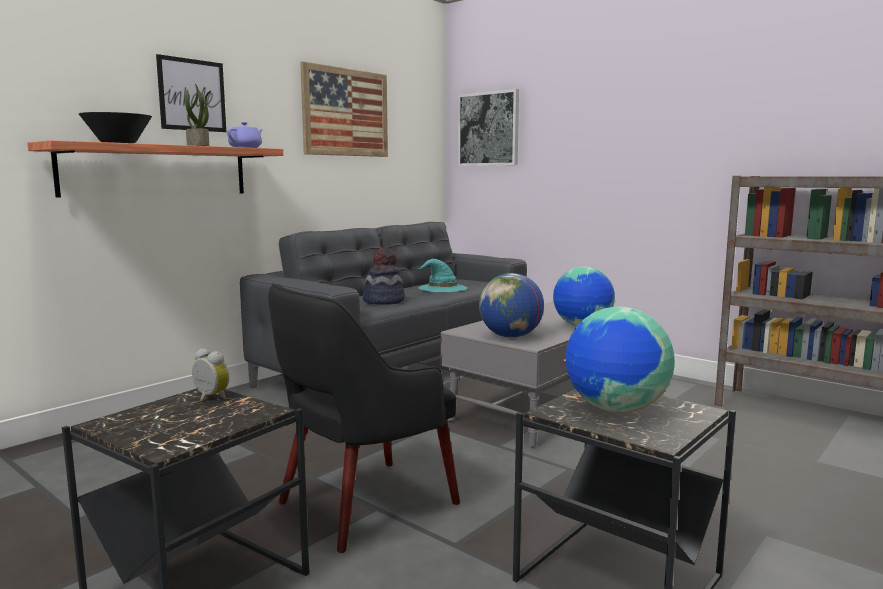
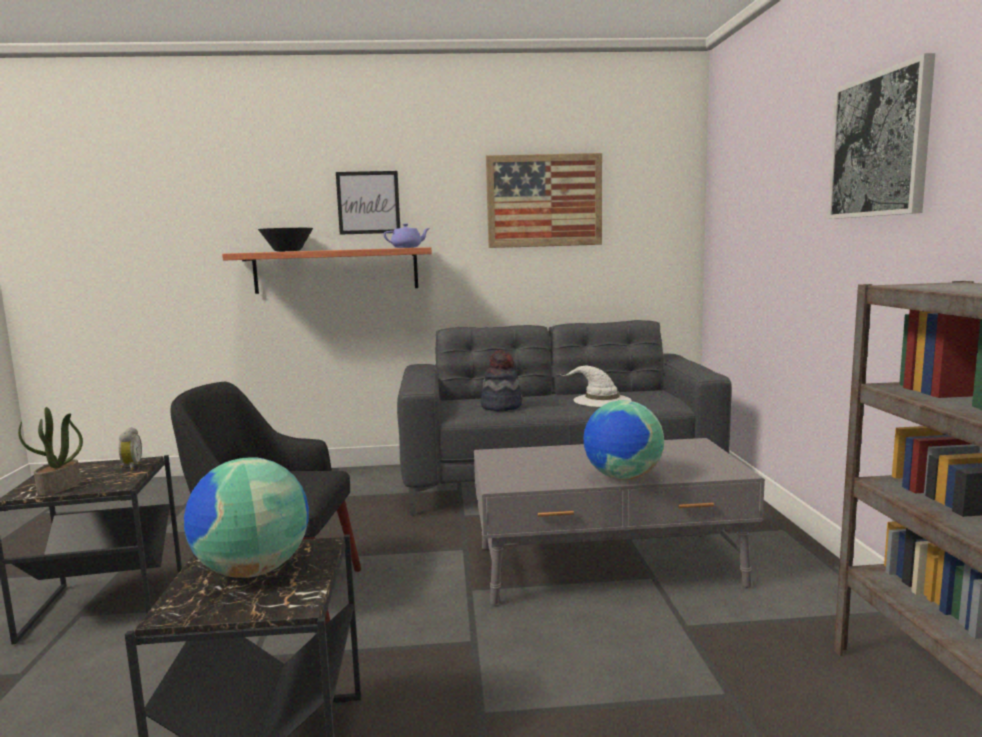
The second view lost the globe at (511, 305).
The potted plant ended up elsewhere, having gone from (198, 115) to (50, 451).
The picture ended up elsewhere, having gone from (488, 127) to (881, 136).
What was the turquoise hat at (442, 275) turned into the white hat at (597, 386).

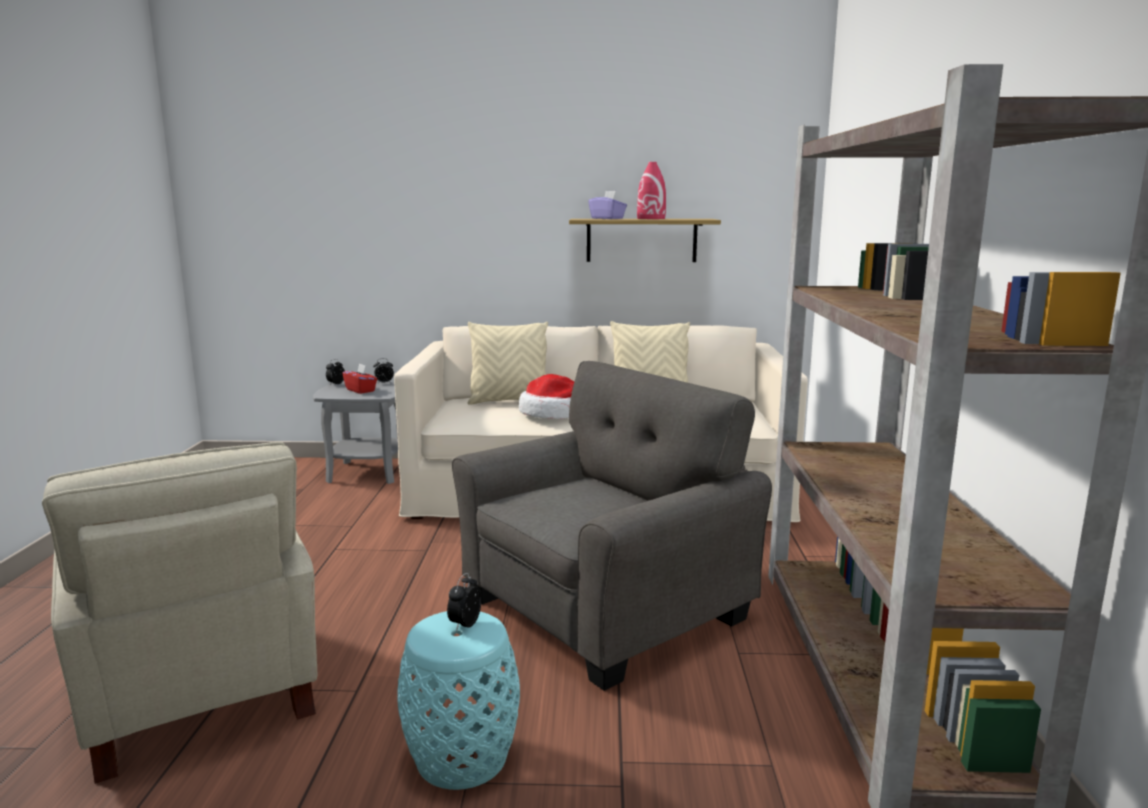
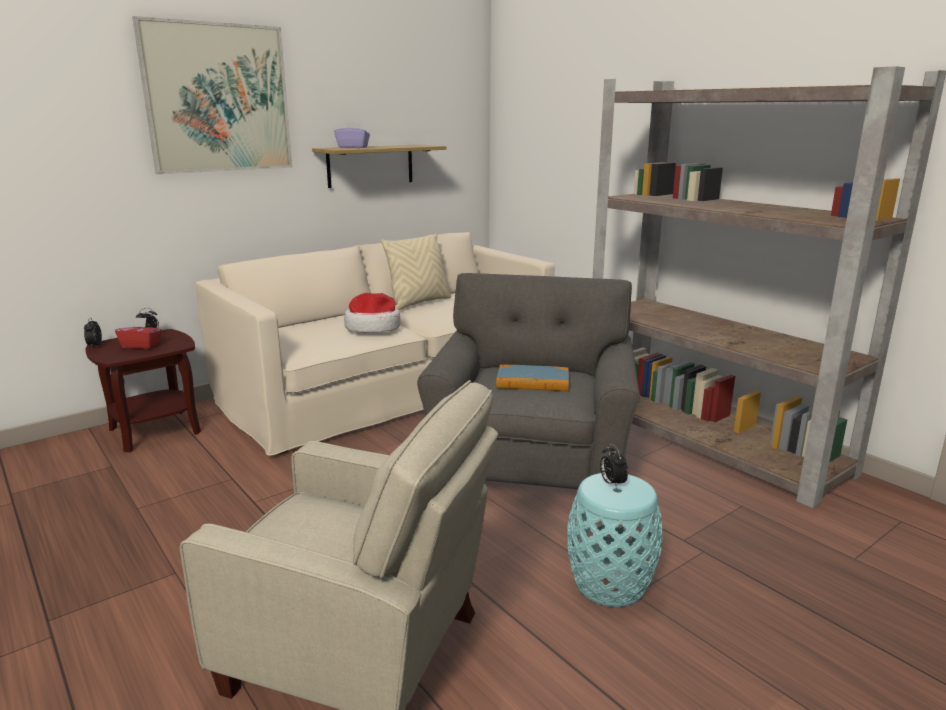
The second view lost the beige pillow at (508, 363).
The second view lost the red vase at (651, 190).
The second view gained the picture at (212, 95).
The second view gained the book at (532, 377).
What was the grey side table at (355, 433) turned into the brown side table at (143, 390).

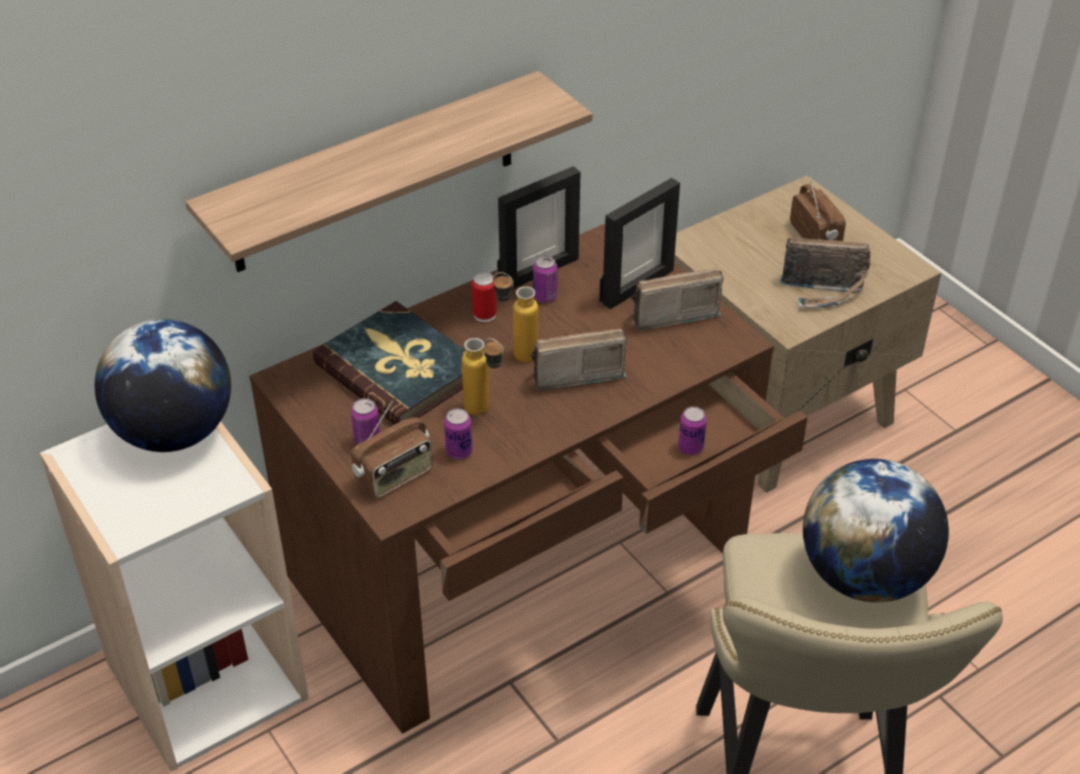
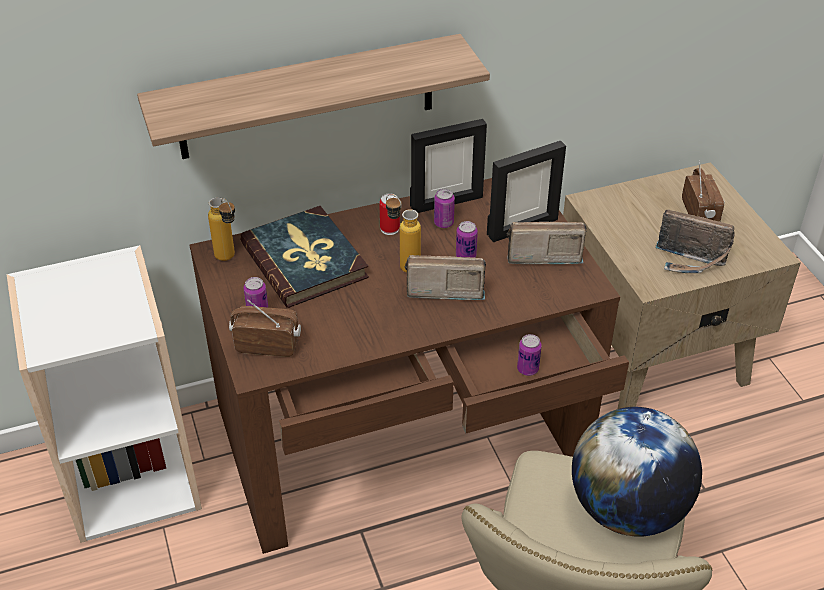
The second view lost the globe at (163, 385).
The can ended up elsewhere, having gone from (458, 433) to (467, 239).
The bottle ended up elsewhere, having gone from (483, 376) to (221, 229).
The radio at (392, 449) ended up facing another way, 150 degrees counterclockwise from before.

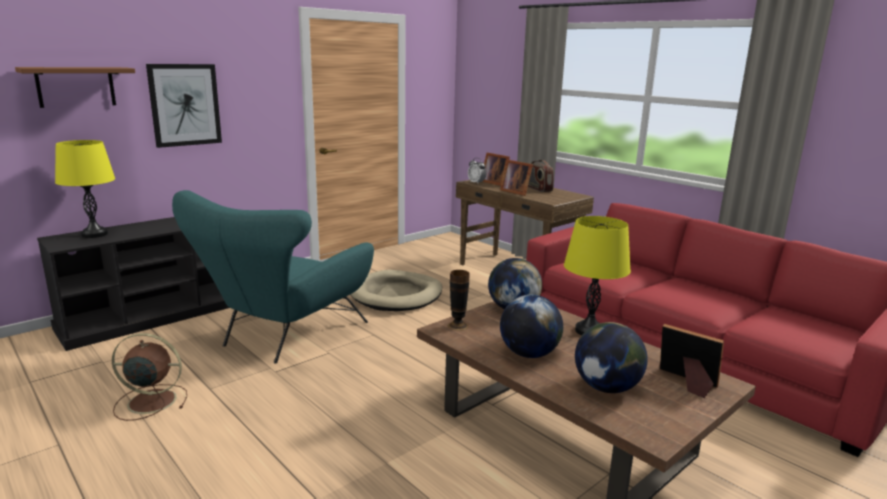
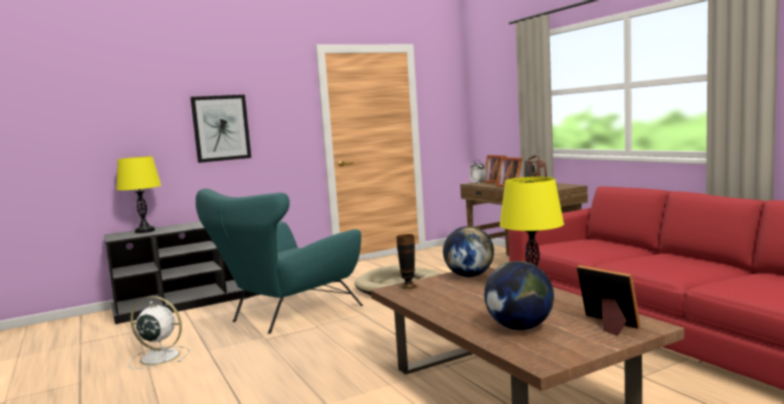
The second view lost the brown shelf at (75, 87).
The second view lost the globe at (531, 326).
What was the brown fan at (149, 377) turned into the white fan at (158, 332).

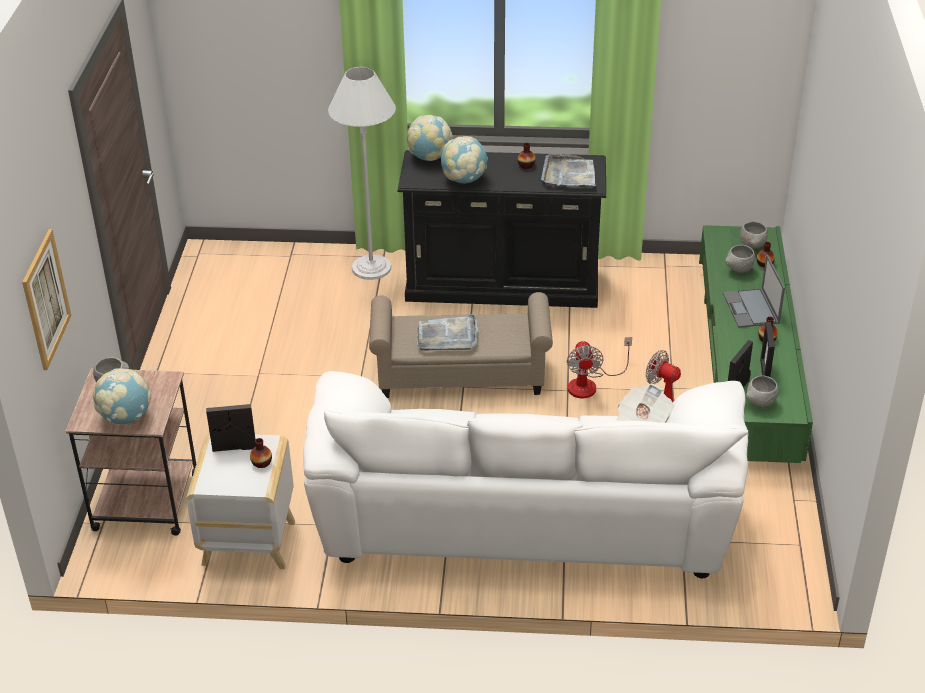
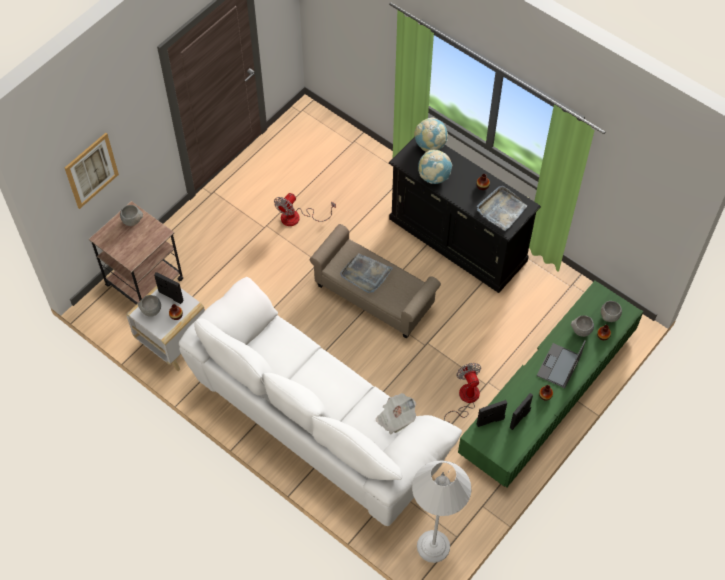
The second view lost the globe at (122, 396).
The white floor lamp ended up elsewhere, having gone from (362, 173) to (441, 511).
The fan ended up elsewhere, having gone from (599, 367) to (305, 209).
The grey bowl ended up elsewhere, having gone from (762, 391) to (149, 306).

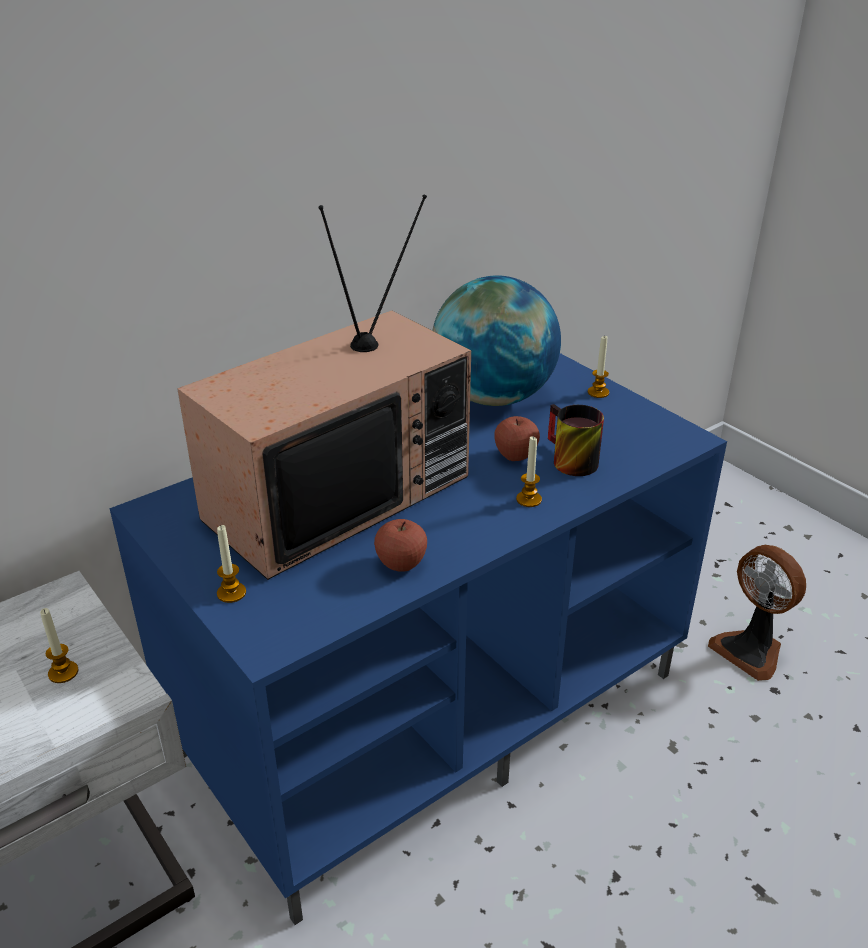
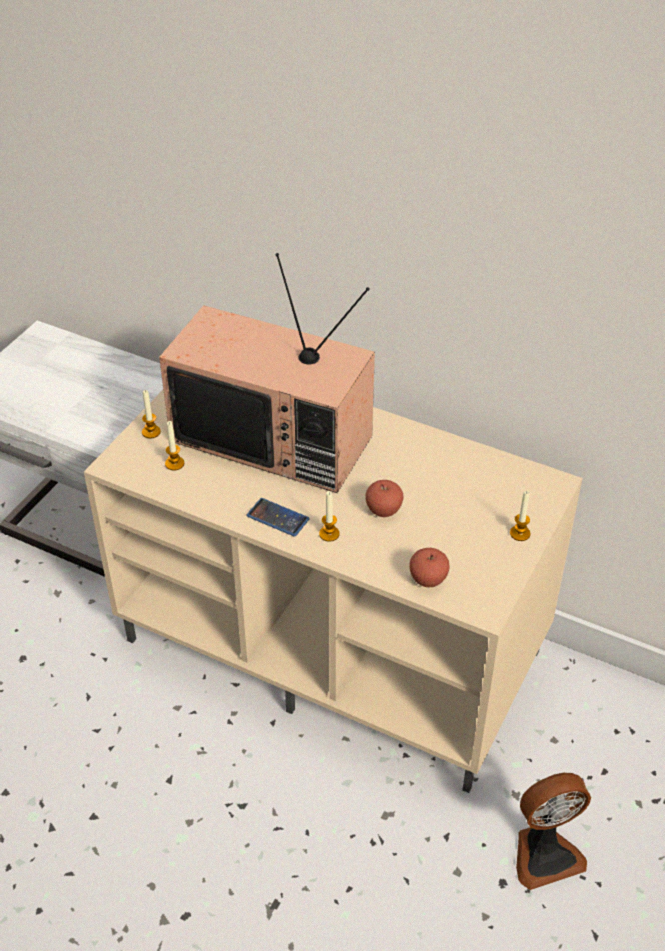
The second view lost the globe at (496, 340).
The second view lost the mug at (576, 440).
The second view gained the phone at (277, 517).
The candle ended up elsewhere, having gone from (59, 645) to (174, 446).
The apple ended up elsewhere, having gone from (400, 545) to (429, 567).
What was the blue tv stand at (418, 639) turned into the beige tv stand at (333, 591).
The fan at (757, 613) ended up facing another way, 135 degrees counterclockwise from before.

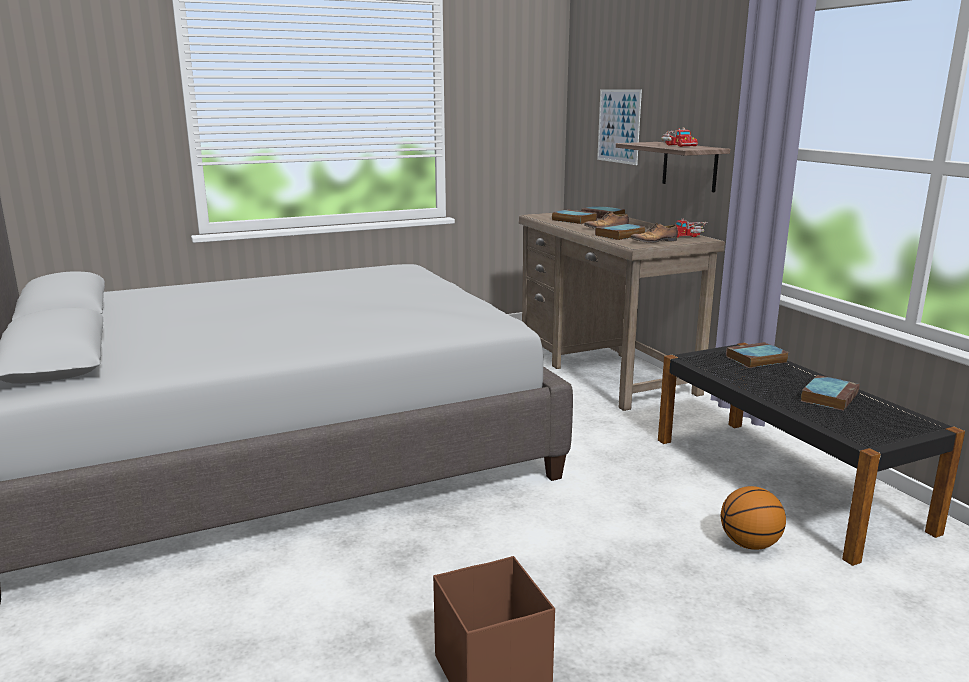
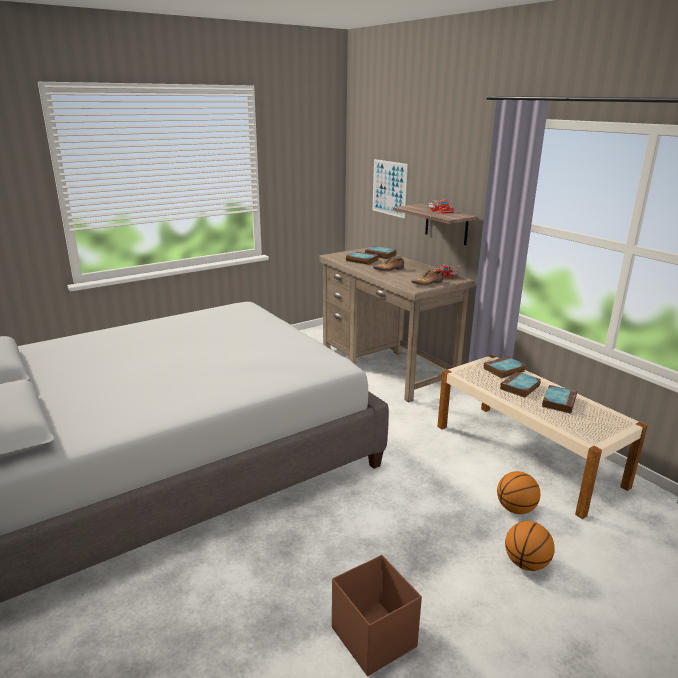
The second view gained the basketball at (530, 546).
The book ended up elsewhere, having gone from (620, 231) to (520, 385).
What was the black bench at (811, 454) turned into the beige bench at (542, 436).

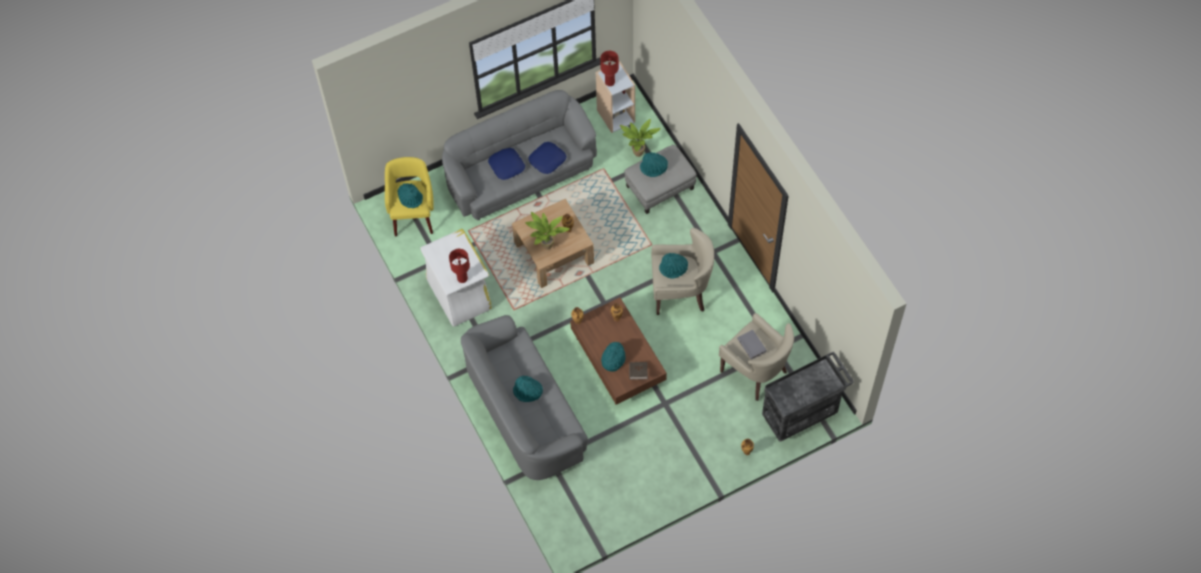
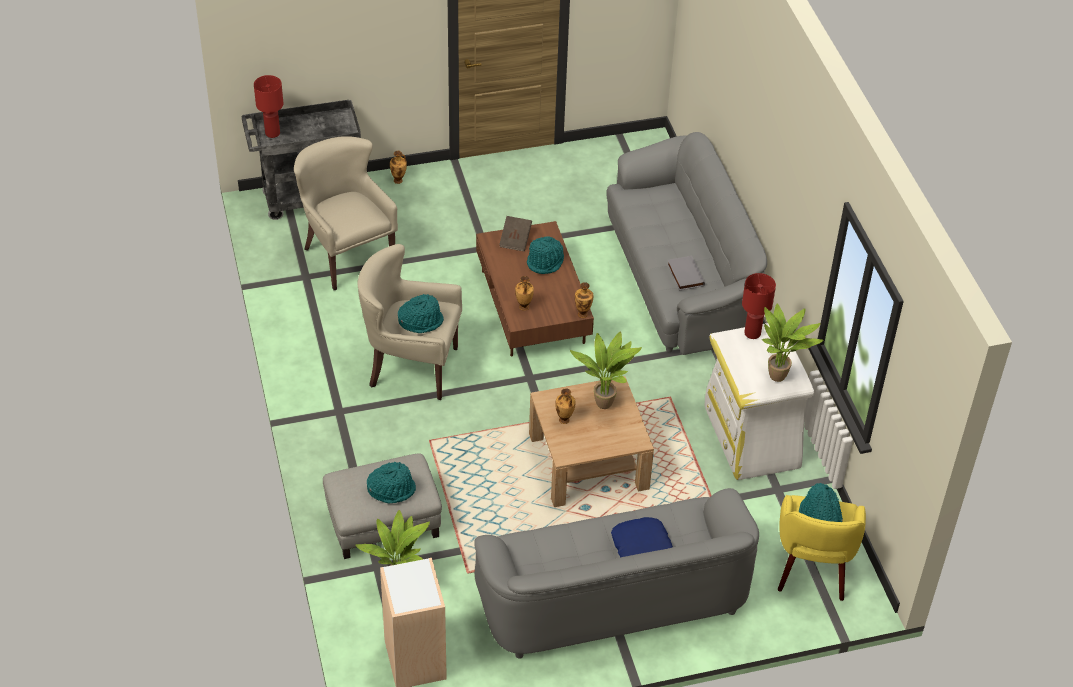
The second view lost the turquoise hat at (528, 389).
The second view lost the blue pillow at (547, 158).
The second view gained the potted plant at (792, 343).
The red table lamp ended up elsewhere, having gone from (609, 68) to (269, 106).
The grey book ended up elsewhere, having gone from (751, 345) to (686, 273).

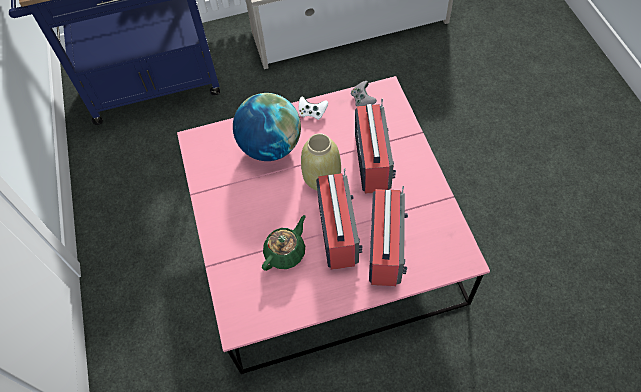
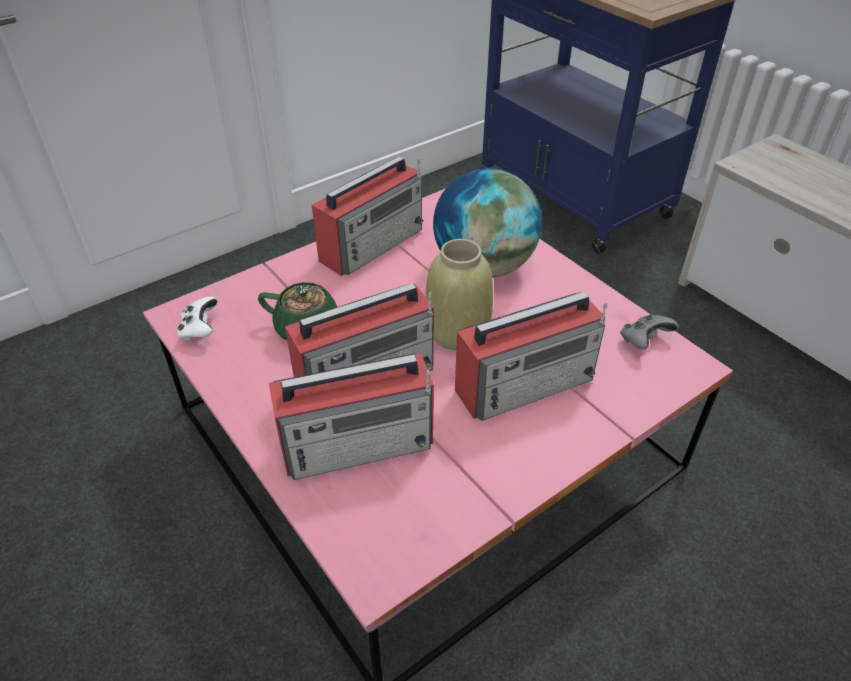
The second view gained the radio at (367, 216).
The white game controller ended up elsewhere, having gone from (313, 108) to (197, 319).

